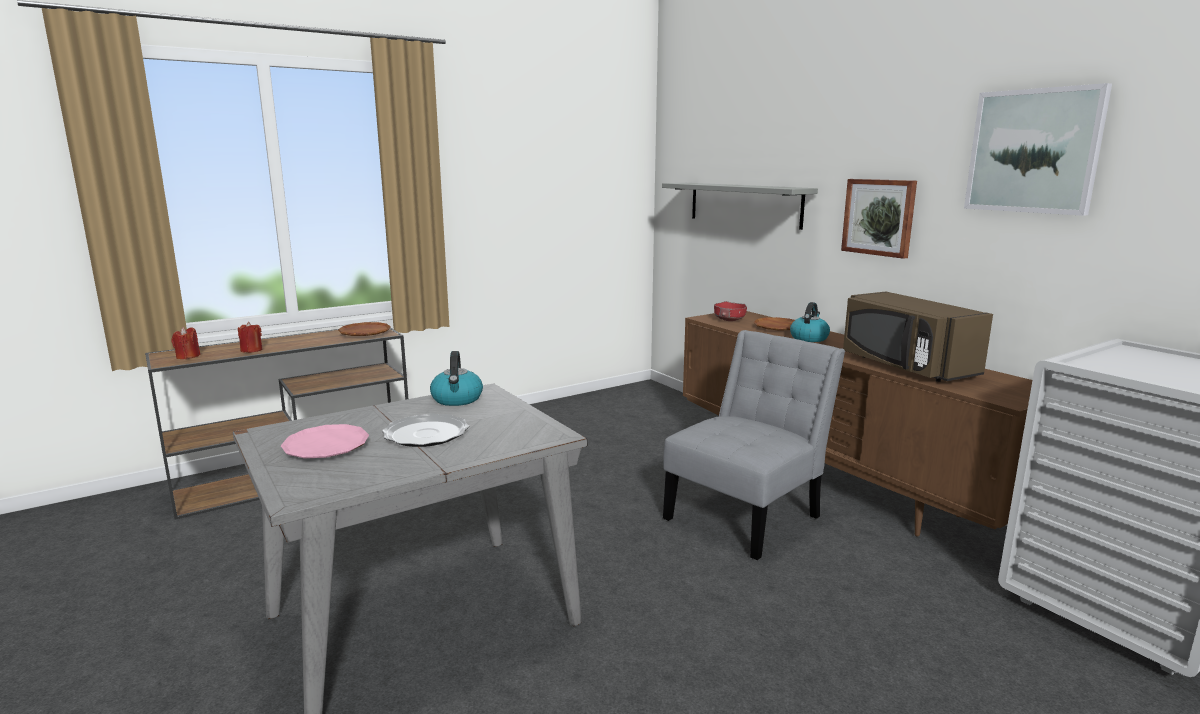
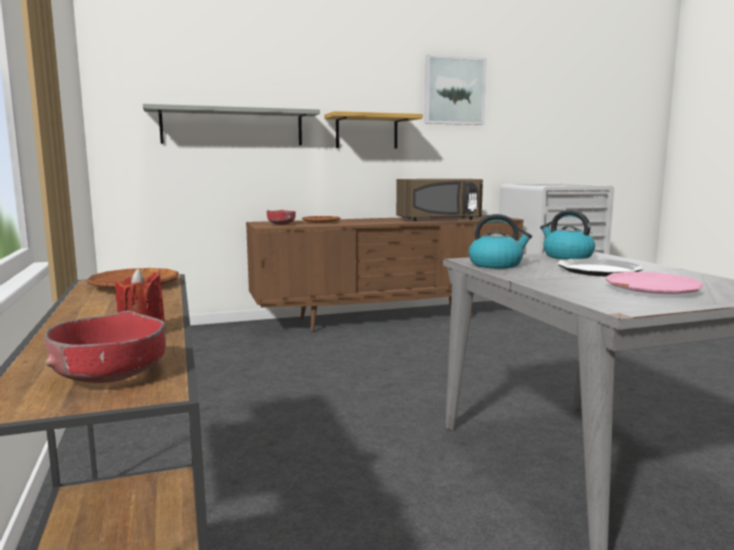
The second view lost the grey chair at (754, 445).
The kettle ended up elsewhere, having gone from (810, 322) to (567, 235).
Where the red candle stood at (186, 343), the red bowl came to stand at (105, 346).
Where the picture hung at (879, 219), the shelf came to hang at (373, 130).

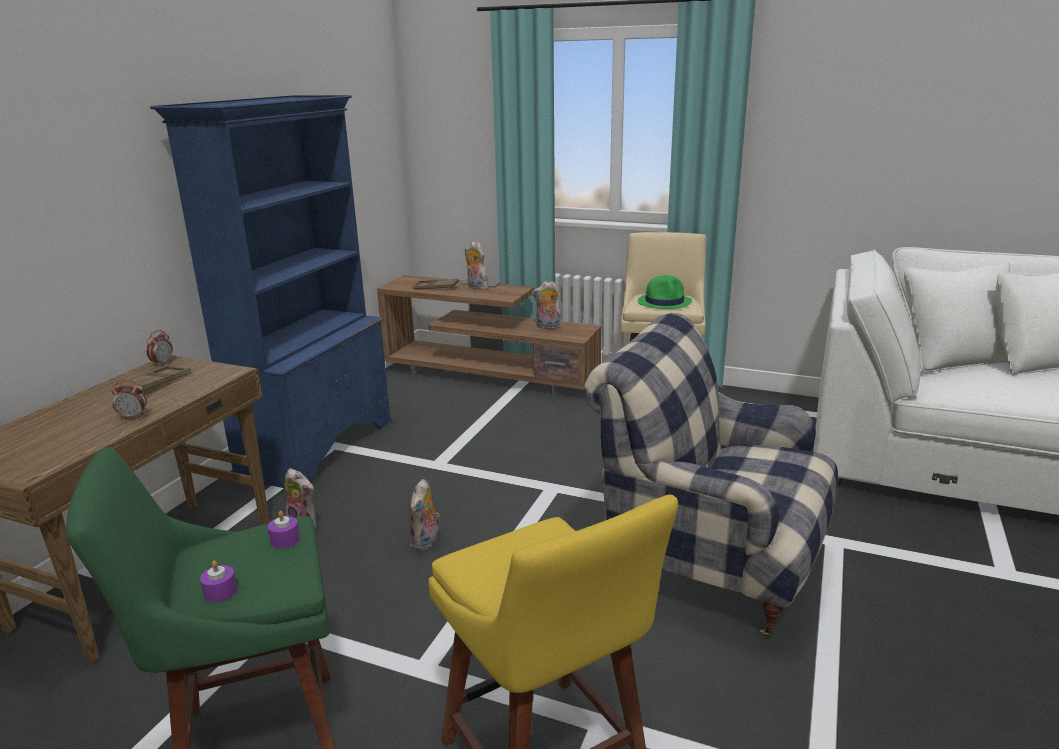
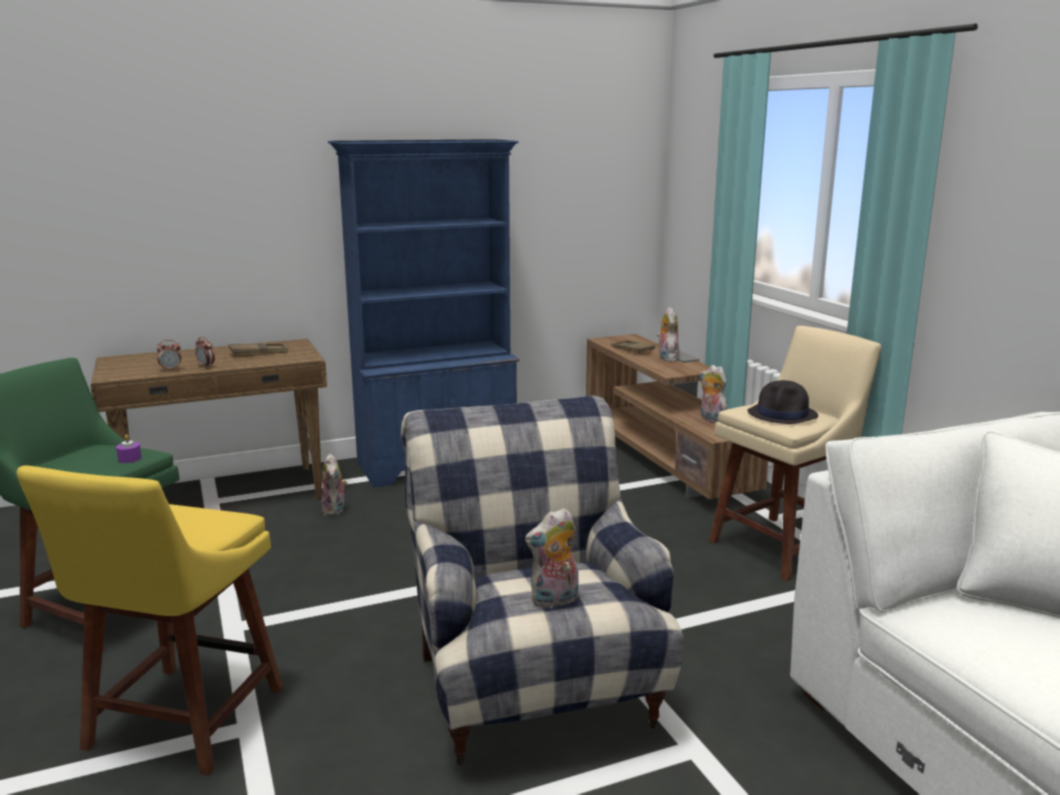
The second view lost the purple candle at (218, 581).
The alarm clock ended up elsewhere, having gone from (159, 348) to (169, 356).
The plush toy ended up elsewhere, having gone from (424, 514) to (551, 558).
What was the green hat at (665, 292) turned into the black hat at (782, 402).

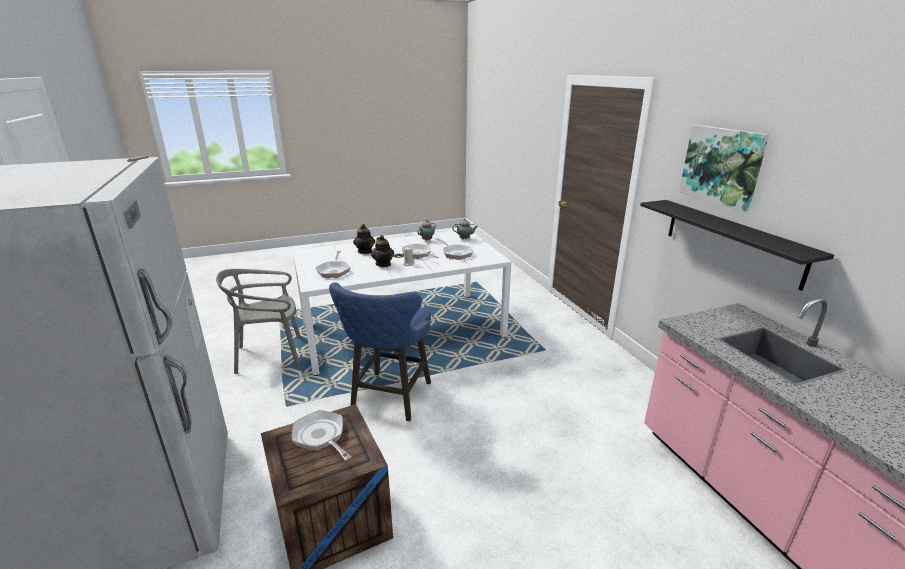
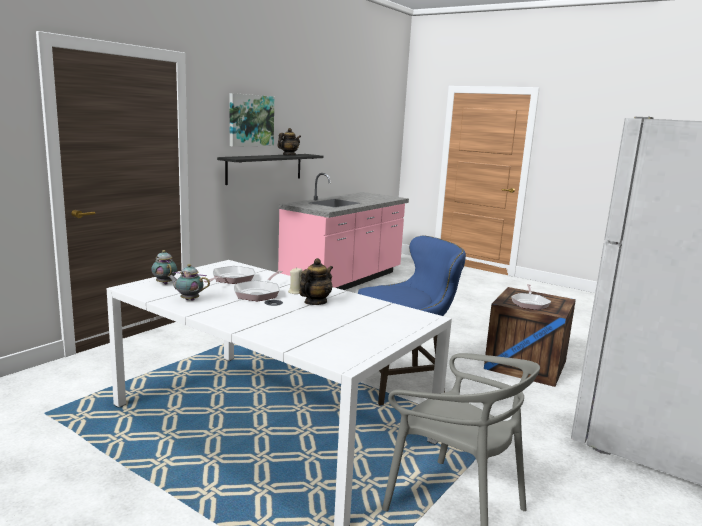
The second view lost the frying pan at (333, 264).
The teapot ended up elsewhere, having gone from (364, 239) to (289, 141).

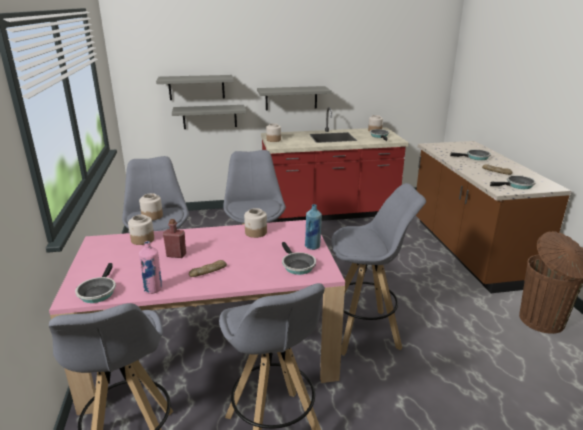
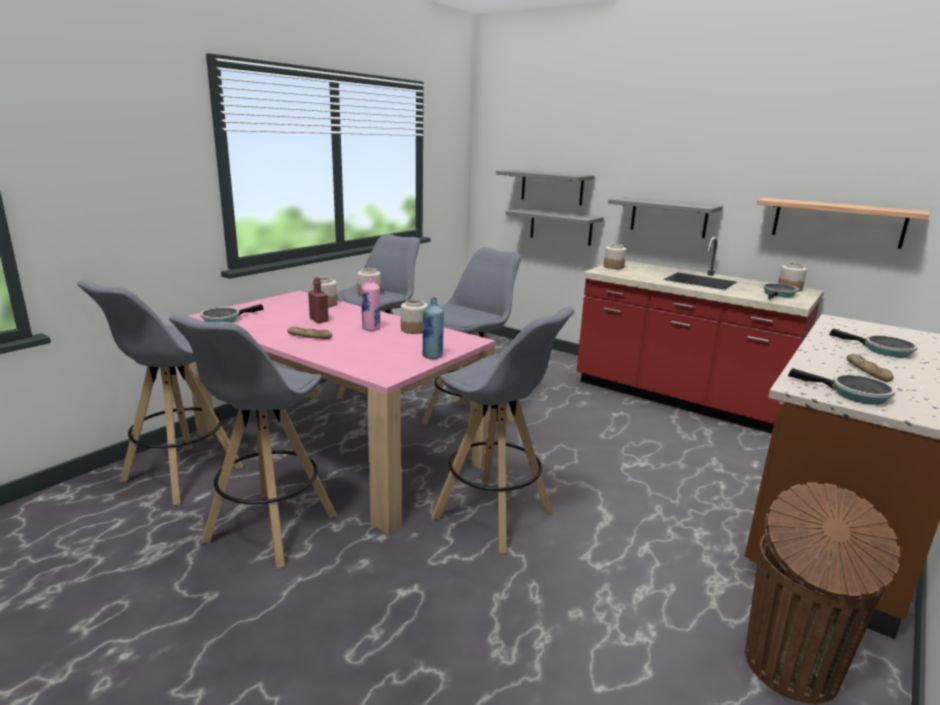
The second view lost the frying pan at (299, 258).
The second view gained the shelf at (843, 223).
The pink bottle ended up elsewhere, having gone from (150, 267) to (370, 303).

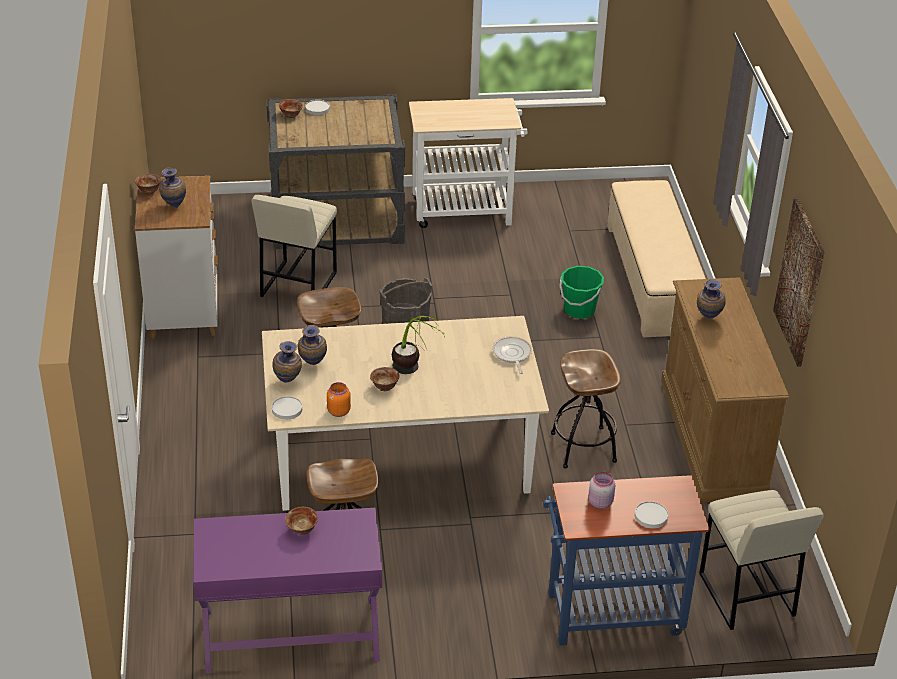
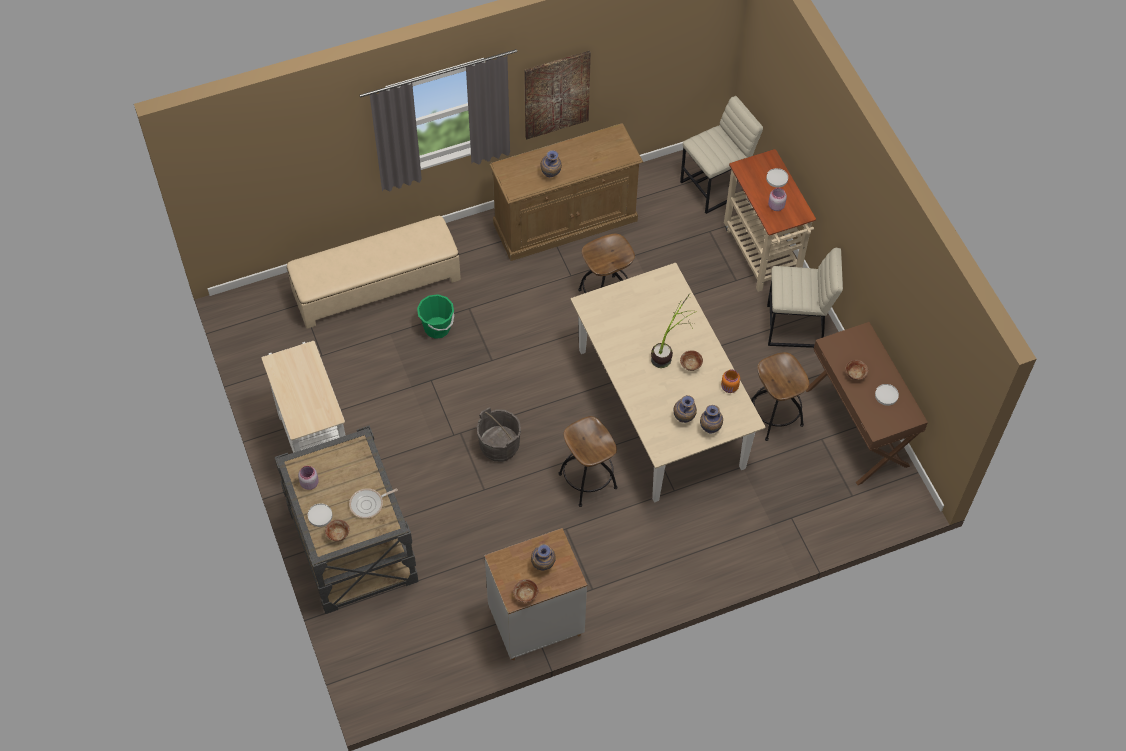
The second view gained the pink jar at (308, 478).
The beige chair ended up elsewhere, having gone from (294, 246) to (805, 298).
The white plate ended up elsewhere, having gone from (287, 408) to (887, 395).
The frying pan ended up elsewhere, having gone from (512, 355) to (373, 503).
What was the purple console table at (287, 591) turned into the brown console table at (867, 403).
What was the blue cart at (626, 560) turned into the beige cart at (770, 220).

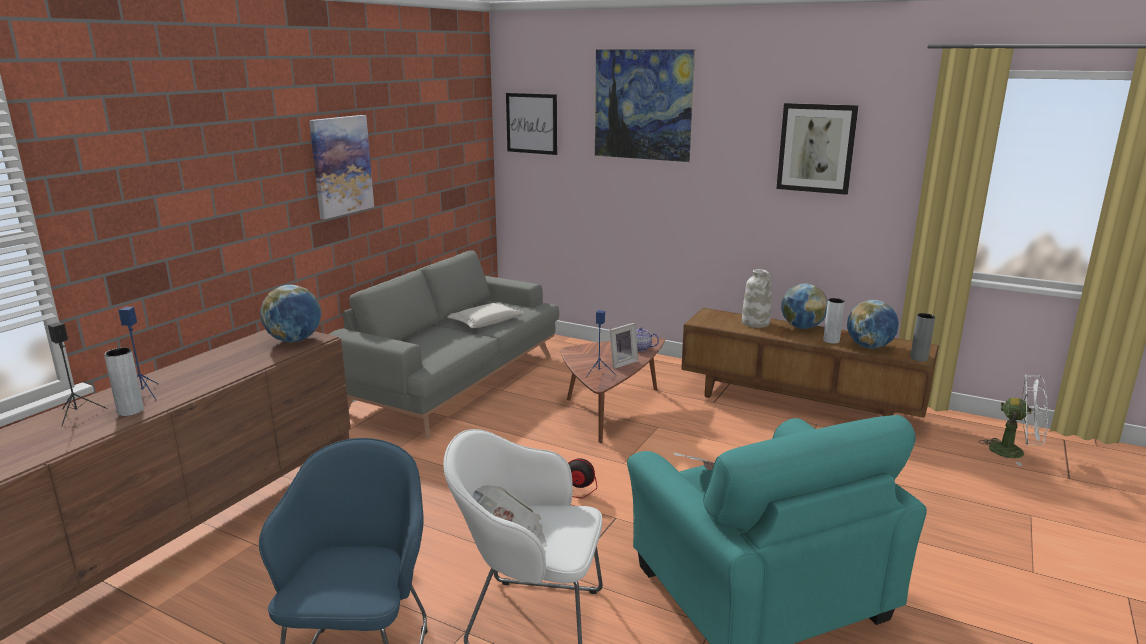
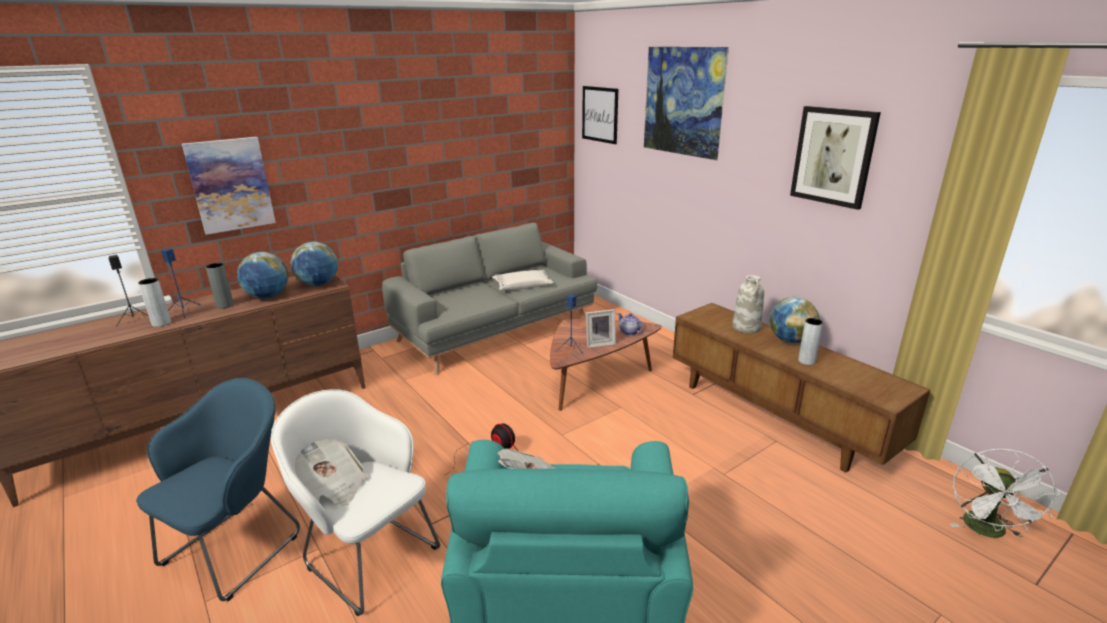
The picture ended up elsewhere, having gone from (341, 167) to (229, 186).
The globe ended up elsewhere, having gone from (873, 324) to (263, 275).
The grey vase ended up elsewhere, having gone from (922, 337) to (220, 286).
The white fan at (1013, 420) ended up facing another way, 60 degrees clockwise from before.

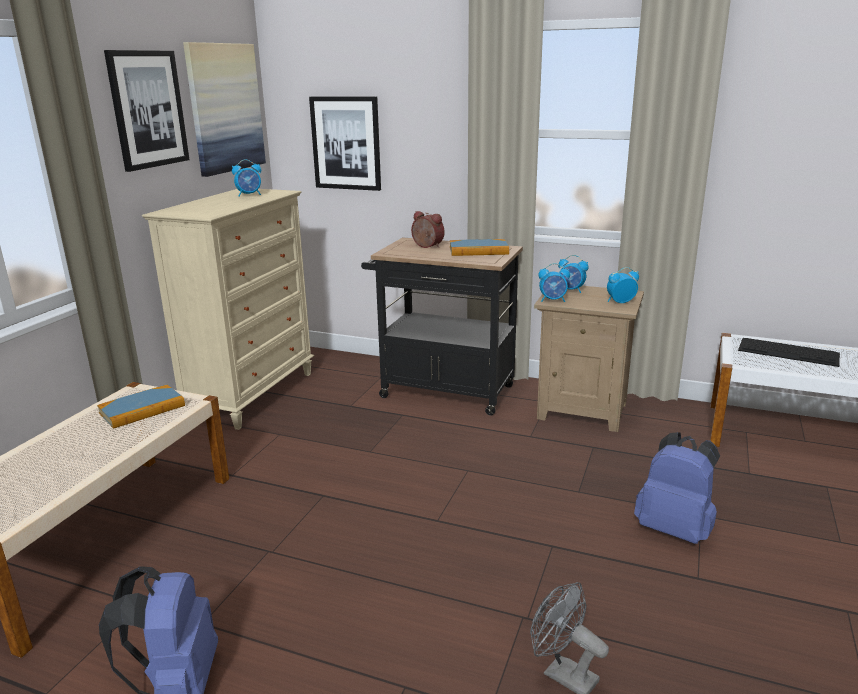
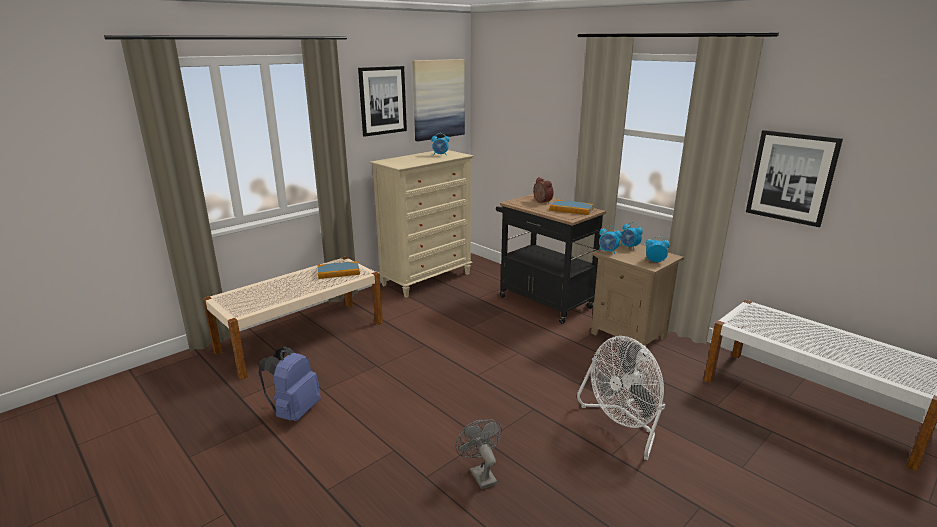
The second view lost the keyboard at (789, 352).
The picture ended up elsewhere, having gone from (345, 144) to (794, 178).
Where the blue backpack stood at (677, 488), the white fan came to stand at (621, 398).

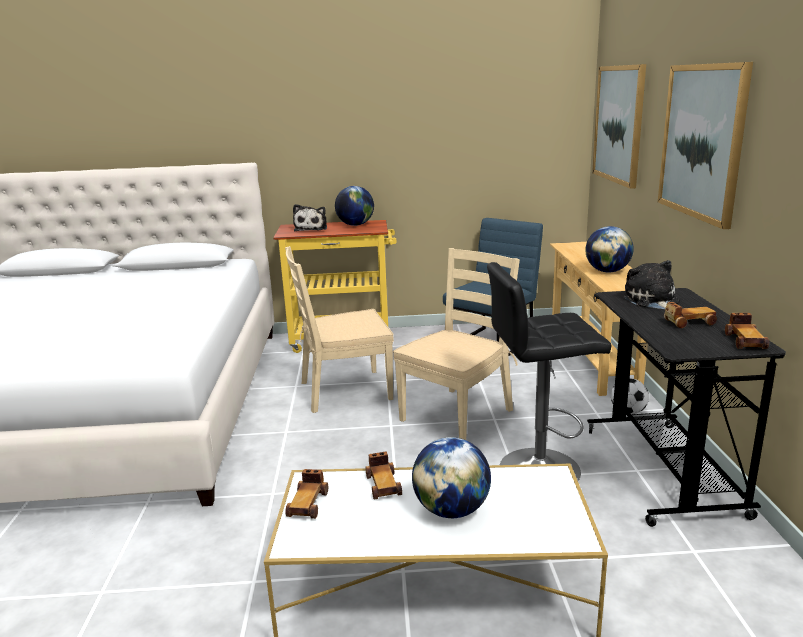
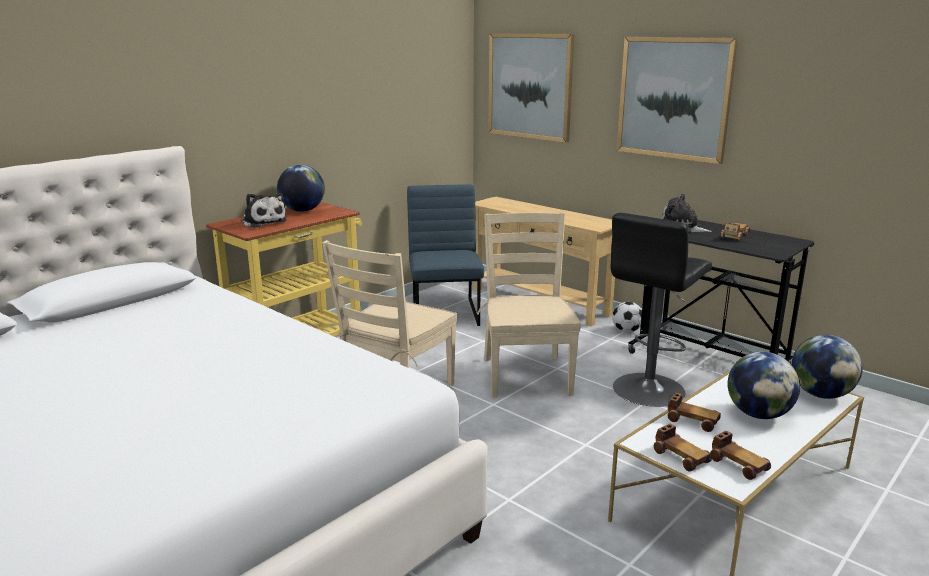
The globe ended up elsewhere, having gone from (609, 249) to (827, 367).
The toy car ended up elsewhere, having gone from (747, 331) to (740, 455).

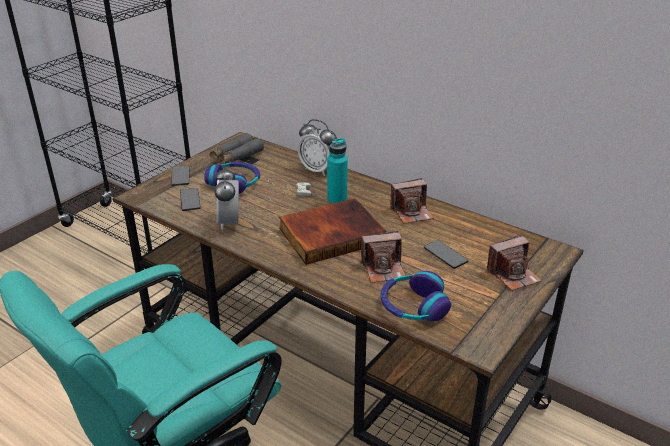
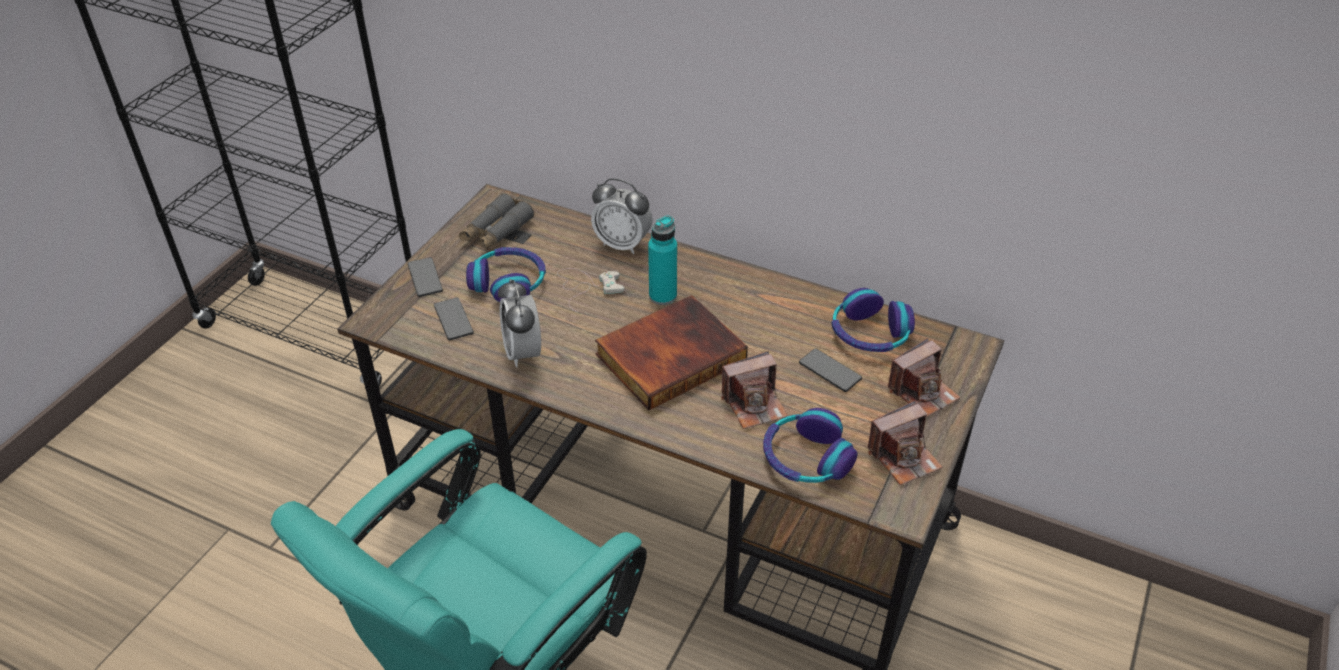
The second view gained the headphones at (873, 320).
The photo camera ended up elsewhere, having gone from (412, 201) to (905, 443).

